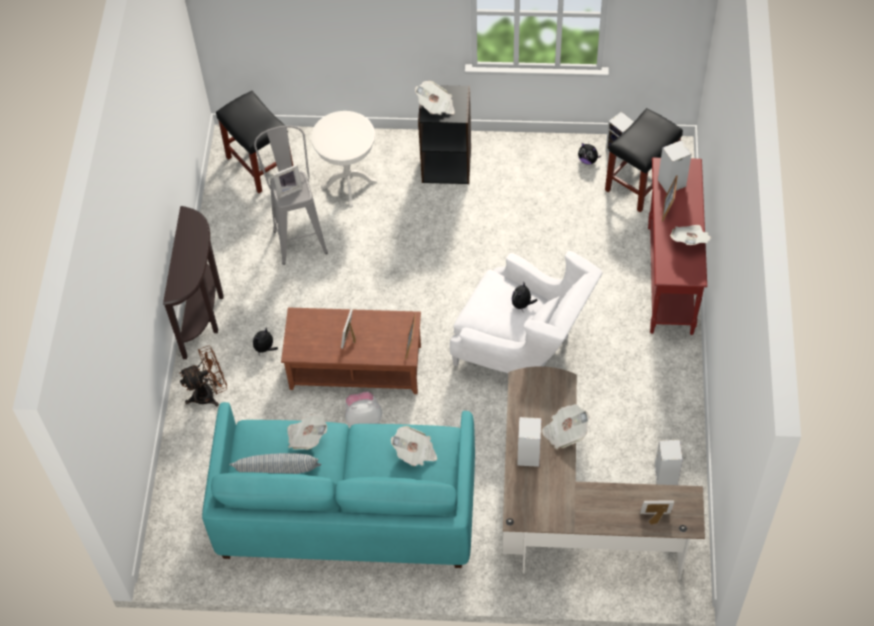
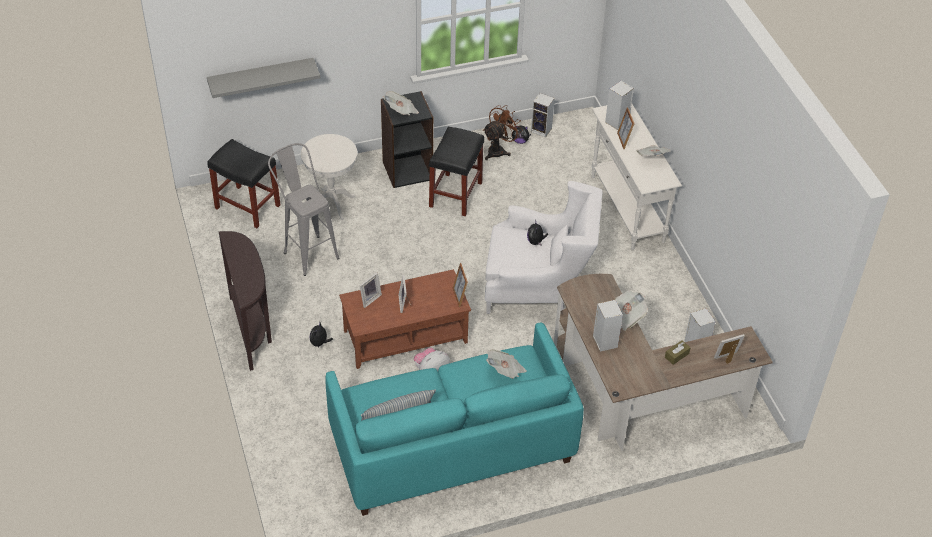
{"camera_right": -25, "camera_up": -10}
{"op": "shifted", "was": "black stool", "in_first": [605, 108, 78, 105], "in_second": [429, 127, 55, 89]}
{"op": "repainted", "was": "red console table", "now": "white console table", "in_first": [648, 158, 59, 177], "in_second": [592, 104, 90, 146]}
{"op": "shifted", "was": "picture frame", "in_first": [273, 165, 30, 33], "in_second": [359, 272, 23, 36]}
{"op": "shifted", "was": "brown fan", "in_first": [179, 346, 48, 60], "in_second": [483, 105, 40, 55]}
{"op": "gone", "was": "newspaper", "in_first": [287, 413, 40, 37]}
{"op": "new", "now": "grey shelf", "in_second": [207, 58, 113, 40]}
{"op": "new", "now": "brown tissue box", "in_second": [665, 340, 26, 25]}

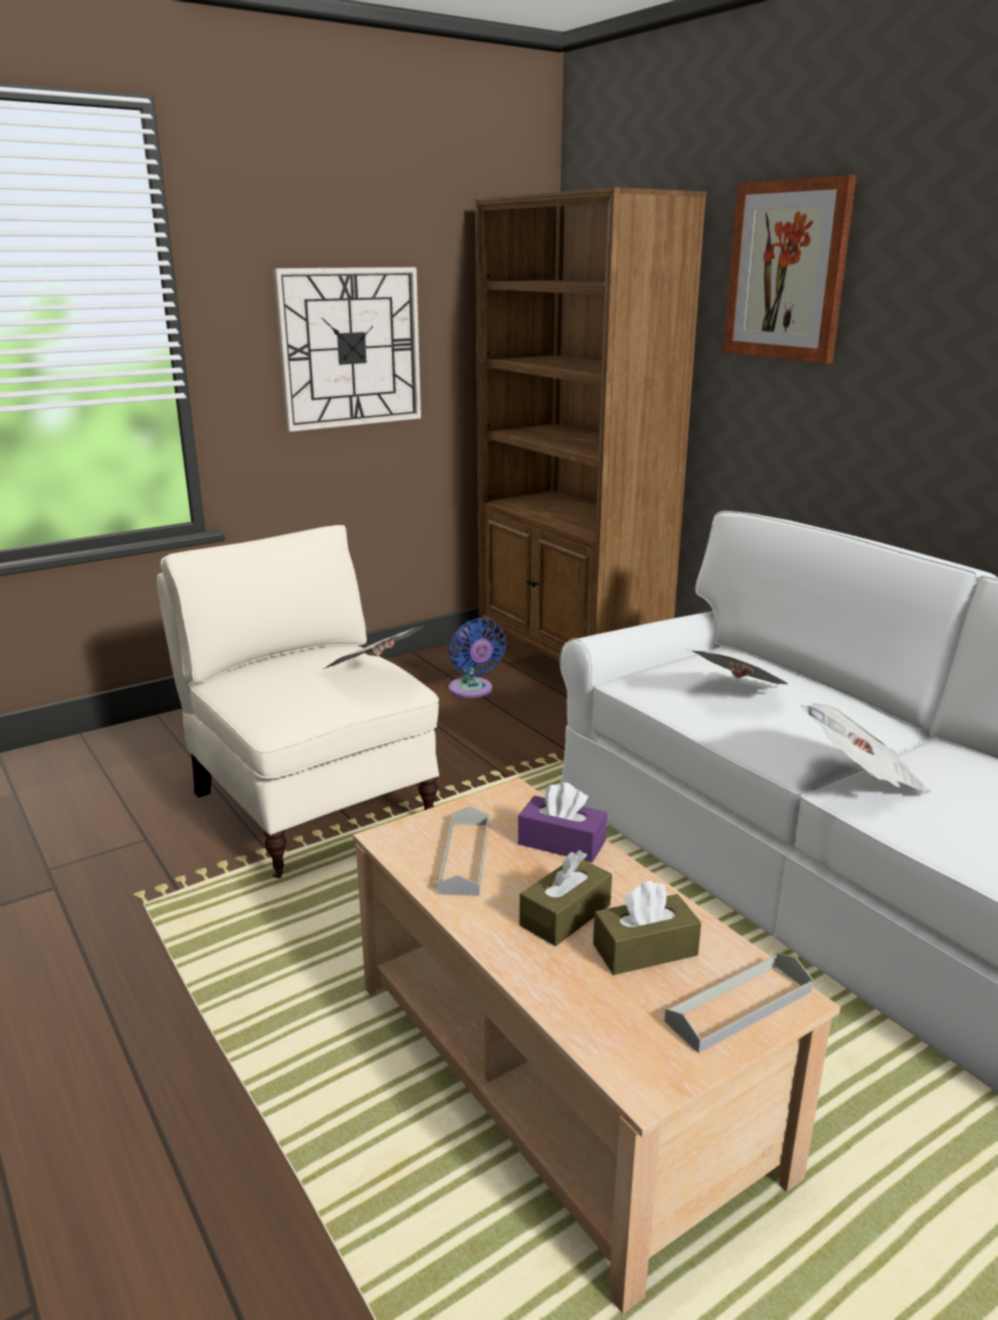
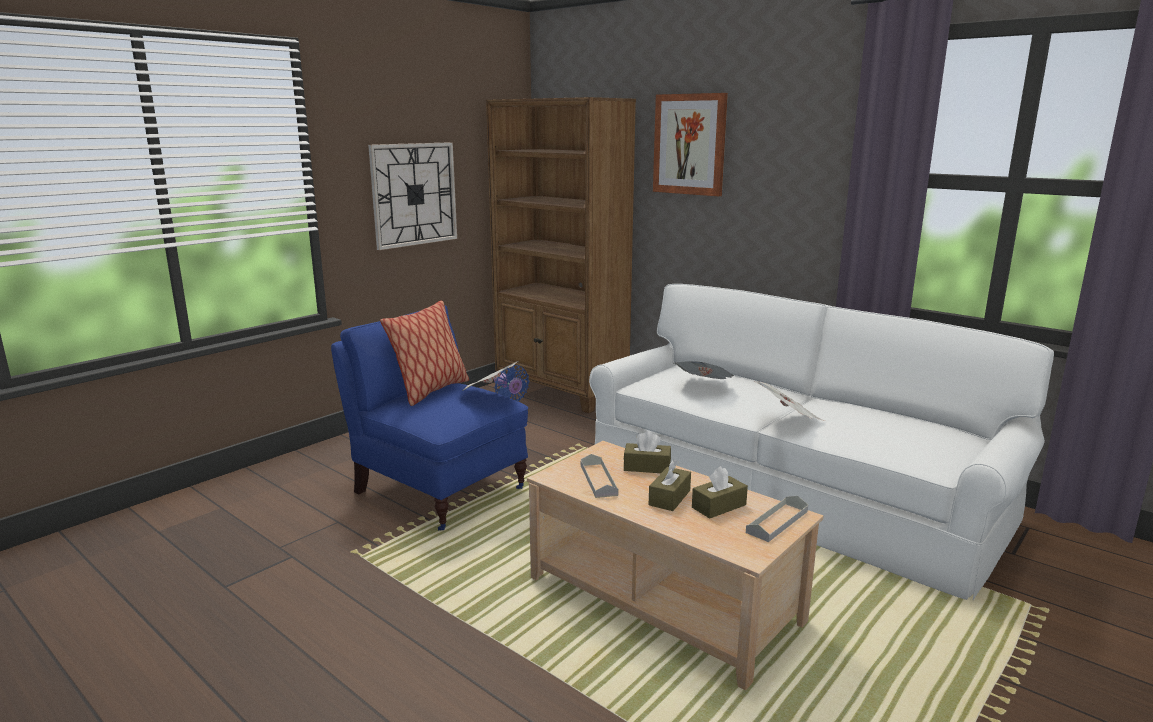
{"camera_right": -15, "camera_up": -5}
{"op": "repainted", "was": "beige armchair", "now": "blue armchair", "in_first": [157, 525, 282, 353], "in_second": [331, 306, 197, 225]}
{"op": "repainted", "was": "purple tissue box", "now": "brown tissue box", "in_first": [518, 782, 89, 80], "in_second": [624, 431, 47, 42]}
{"op": "new", "now": "pillow", "in_second": [380, 301, 89, 105]}

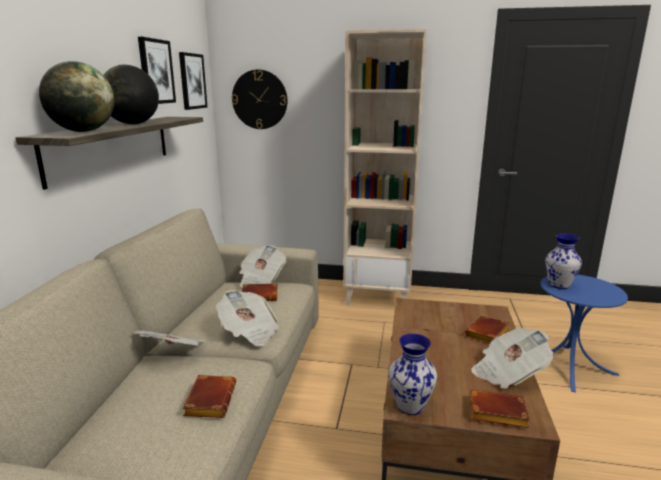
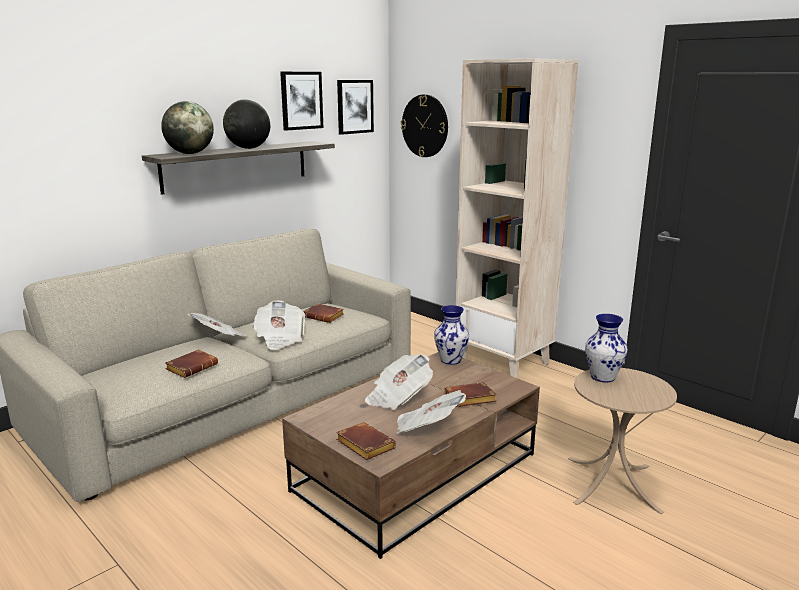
{"camera_right": 35, "camera_up": 0}
{"op": "shifted", "was": "newspaper", "in_first": [239, 245, 47, 42], "in_second": [365, 354, 68, 56]}
{"op": "repainted", "was": "blue side table", "now": "beige side table", "in_first": [541, 275, 87, 117], "in_second": [568, 368, 109, 146]}
{"op": "shifted", "was": "vase", "in_first": [389, 334, 48, 81], "in_second": [434, 305, 35, 60]}

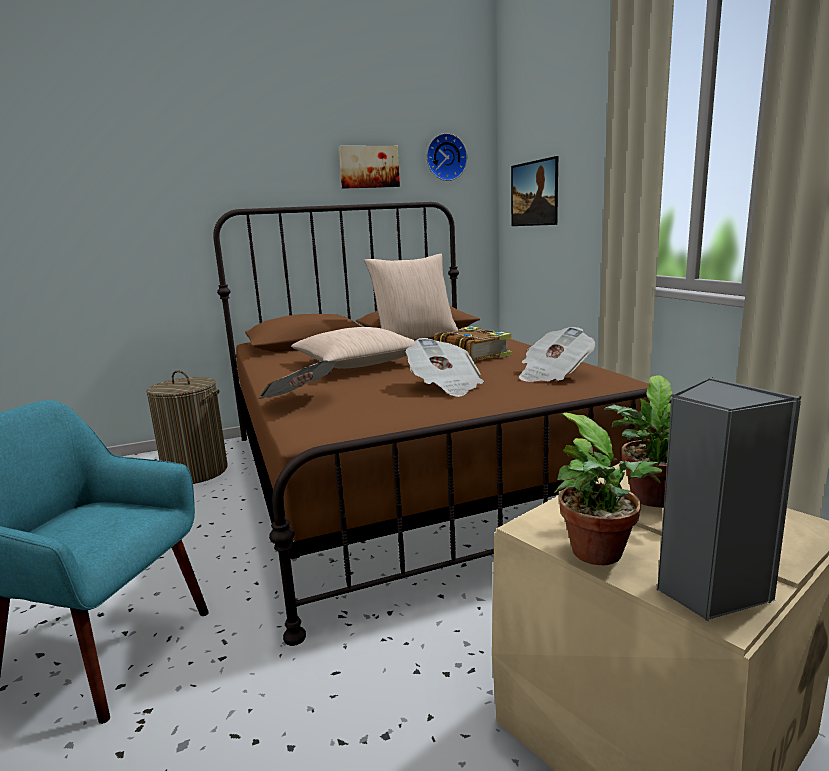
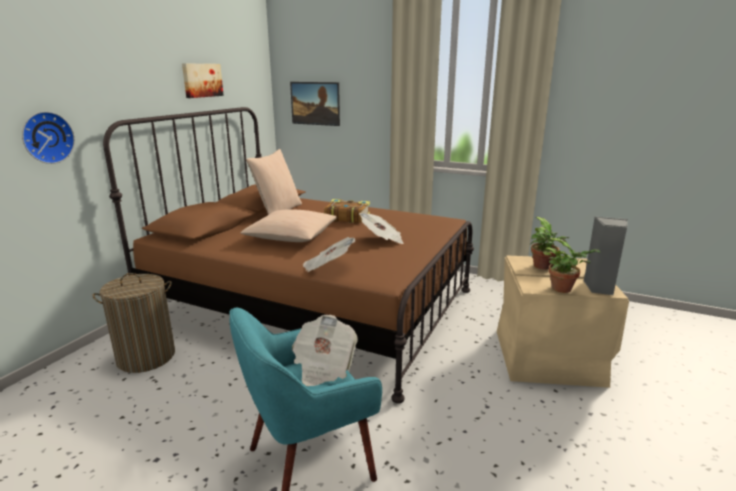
{"camera_right": -45, "camera_up": 5}
{"op": "shifted", "was": "wall clock", "in_first": [426, 133, 41, 48], "in_second": [22, 111, 53, 53]}
{"op": "shifted", "was": "newspaper", "in_first": [519, 327, 76, 55], "in_second": [292, 315, 66, 71]}

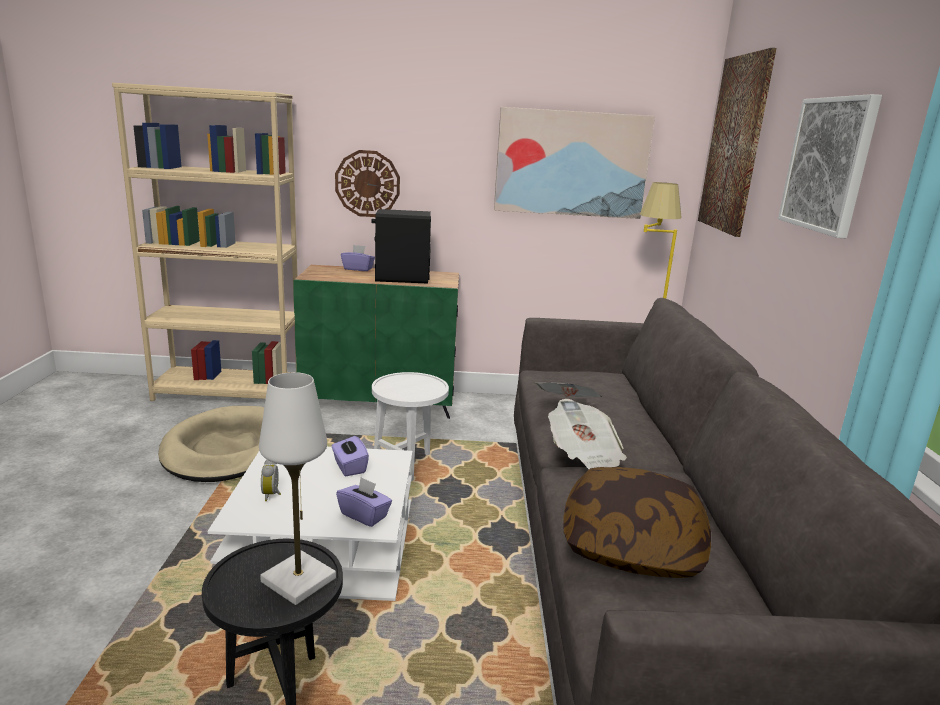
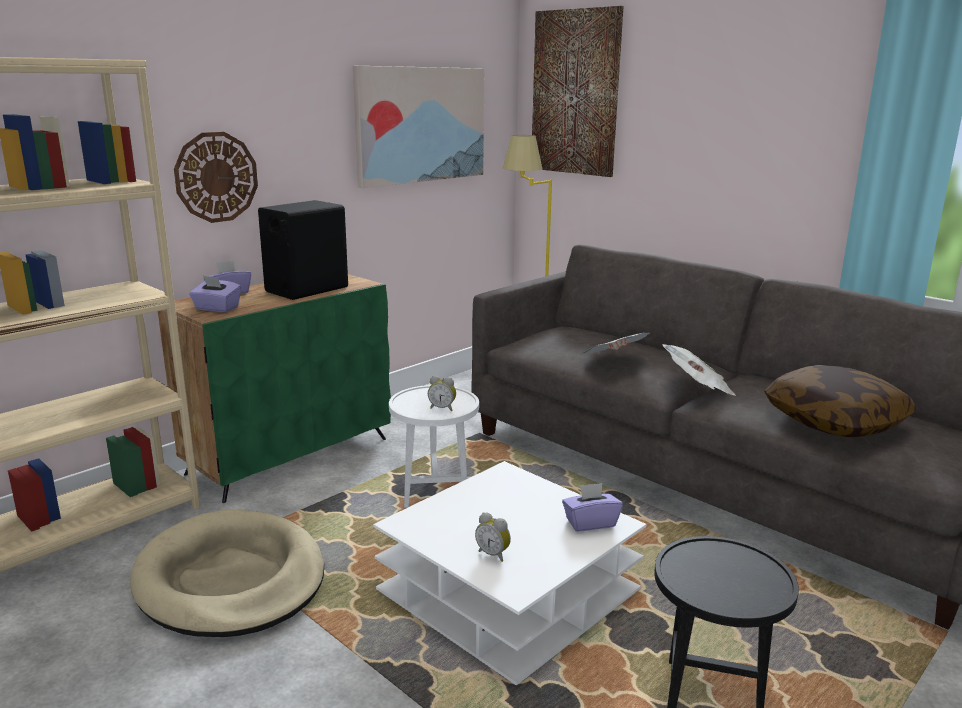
{"camera_right": -45, "camera_up": 0}
{"op": "gone", "was": "picture", "in_first": [778, 94, 104, 144]}
{"op": "gone", "was": "white table lamp", "in_first": [259, 372, 77, 233]}
{"op": "shifted", "was": "purple tissue box", "in_first": [331, 434, 38, 42], "in_second": [189, 276, 52, 36]}
{"op": "new", "now": "alarm clock", "in_second": [428, 376, 28, 35]}

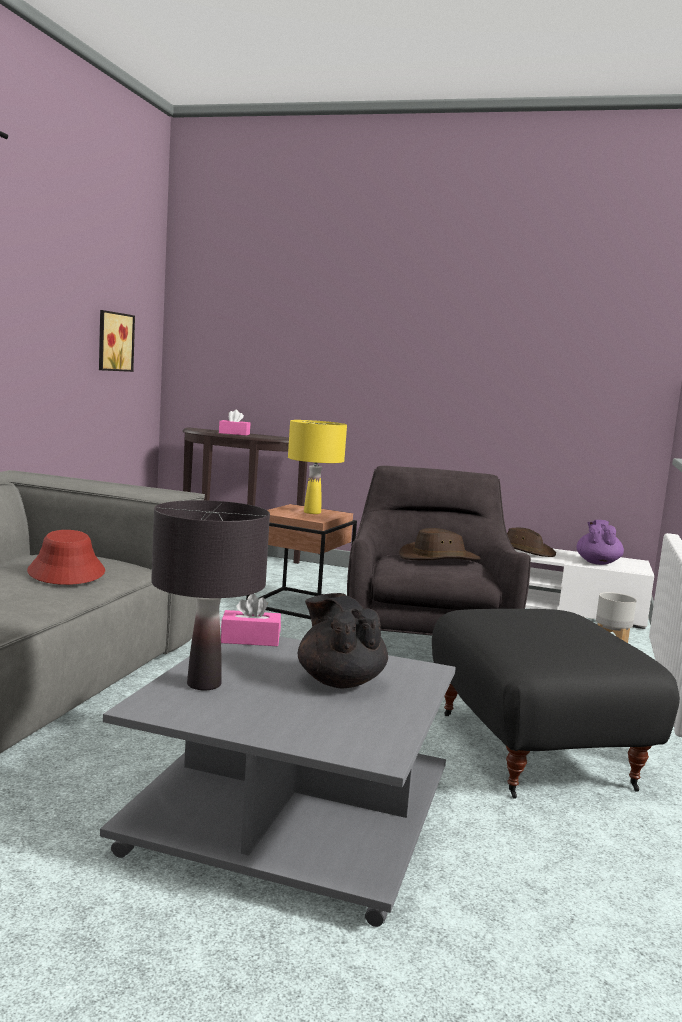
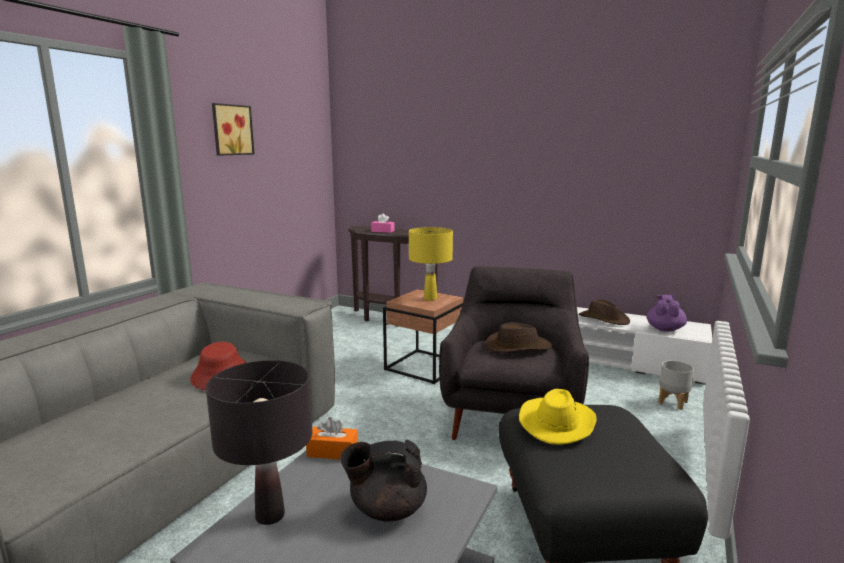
{"camera_right": 10, "camera_up": 5}
{"op": "shifted", "was": "picture", "in_first": [99, 310, 36, 62], "in_second": [212, 103, 43, 53]}
{"op": "rotated", "was": "black teapot", "in_first": [298, 593, 90, 95], "in_second": [340, 440, 87, 81], "clockwise": -75}
{"op": "repainted", "was": "pink tissue box", "now": "orange tissue box", "in_first": [221, 594, 60, 52], "in_second": [306, 417, 52, 43]}
{"op": "new", "now": "yellow hat", "in_second": [519, 389, 78, 56]}

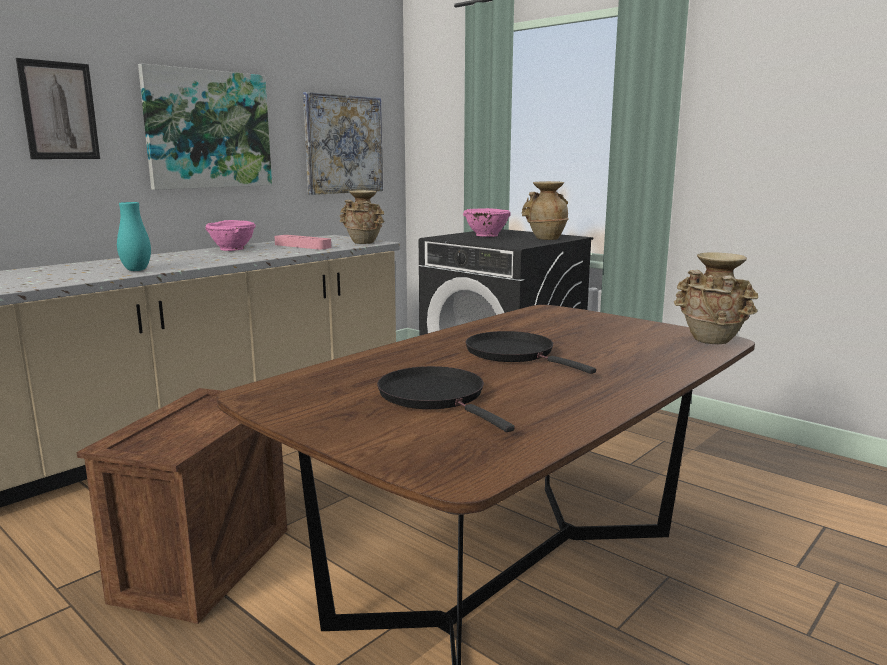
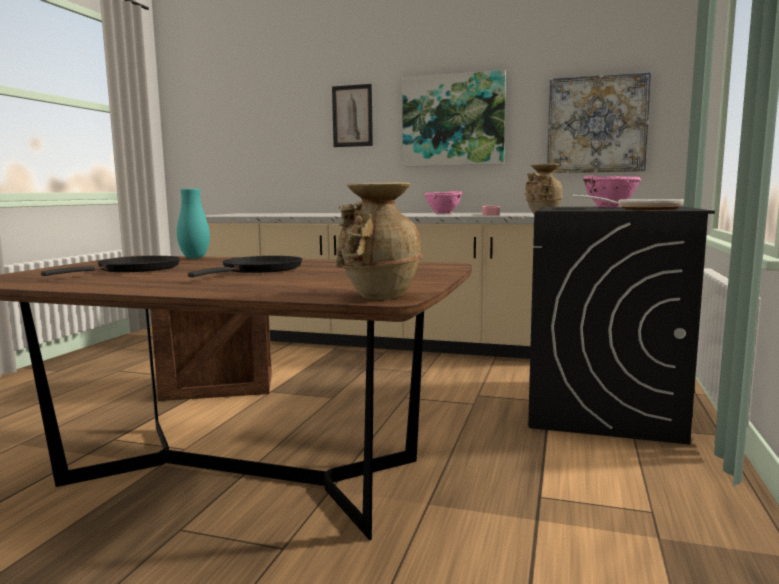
{"camera_right": 65, "camera_up": -5}
{"op": "swapped", "was": "beige vase", "now": "frying pan", "in_first": [522, 181, 47, 59], "in_second": [572, 195, 112, 15]}
{"op": "shifted", "was": "turquoise vase", "in_first": [117, 202, 34, 69], "in_second": [177, 189, 33, 69]}

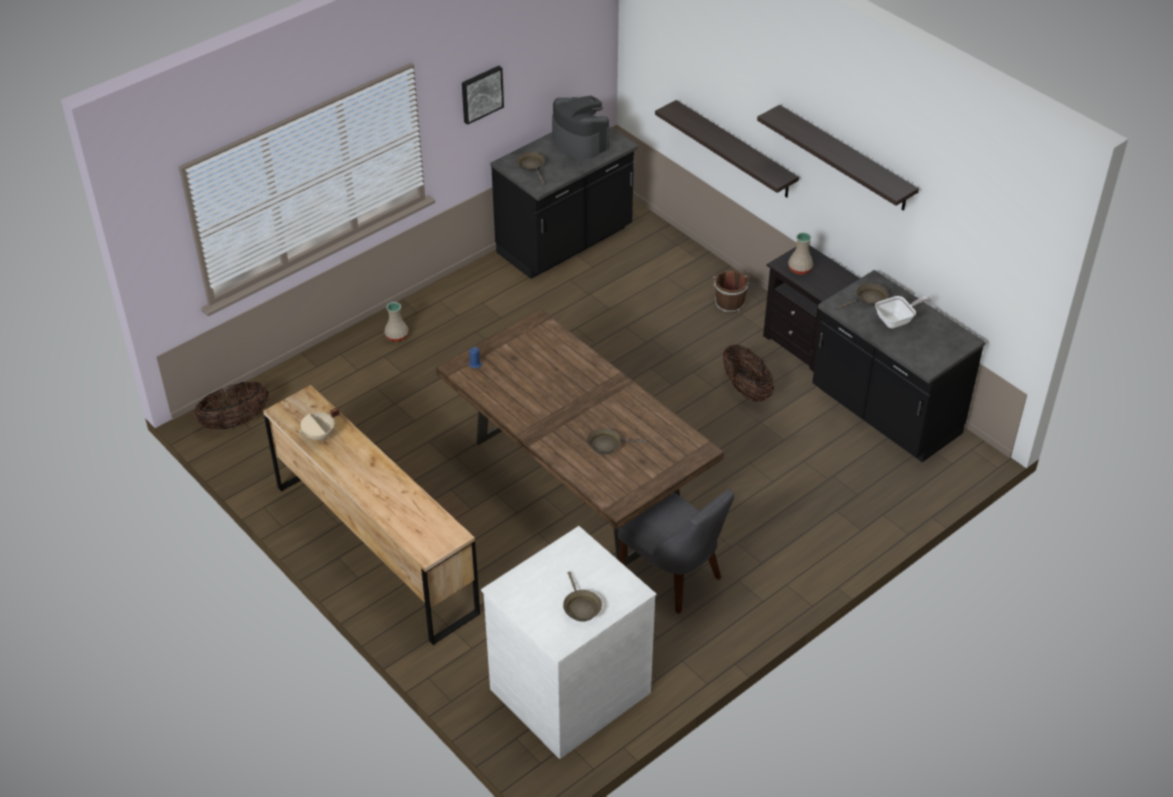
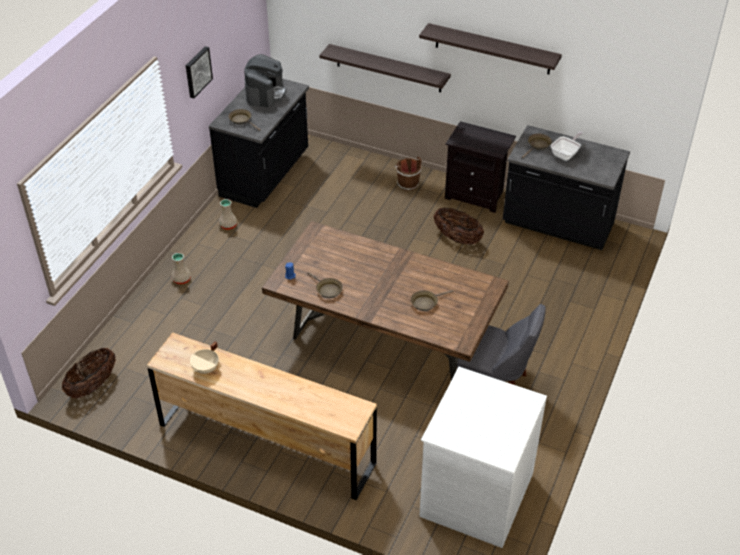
{"camera_right": -25, "camera_up": 0}
{"op": "rotated", "was": "coffee machine", "in_first": [552, 96, 58, 63], "in_second": [244, 54, 42, 54], "clockwise": 75}
{"op": "shifted", "was": "beige vase", "in_first": [788, 232, 25, 42], "in_second": [219, 199, 18, 31]}
{"op": "shifted", "was": "brown frying pan", "in_first": [563, 571, 39, 51], "in_second": [308, 272, 35, 26]}

